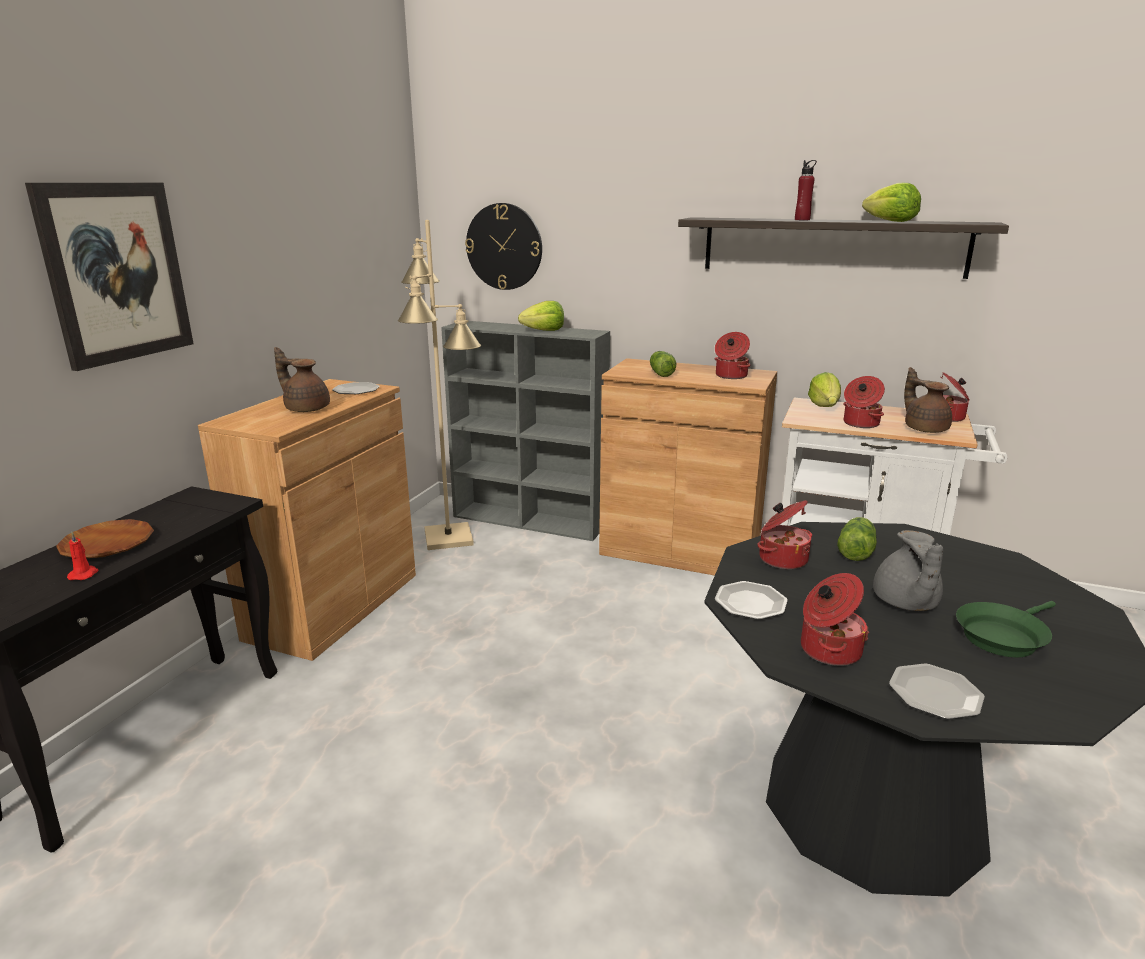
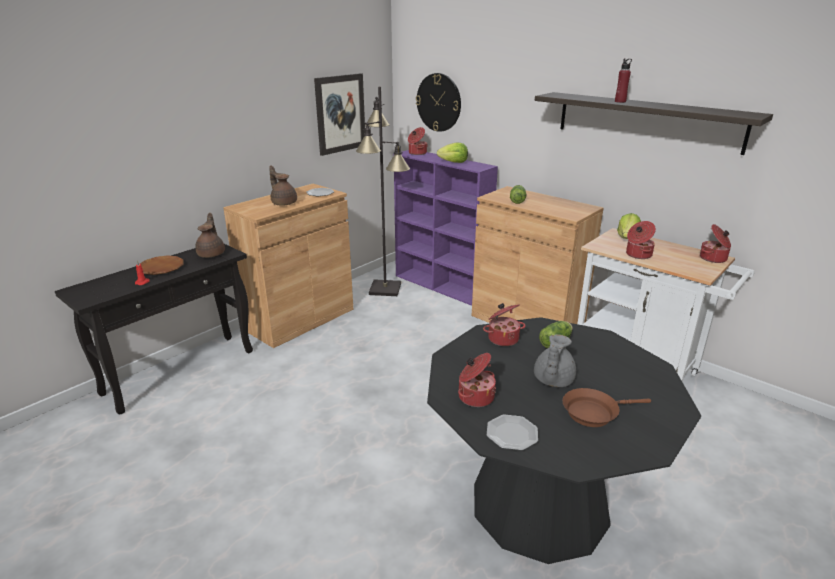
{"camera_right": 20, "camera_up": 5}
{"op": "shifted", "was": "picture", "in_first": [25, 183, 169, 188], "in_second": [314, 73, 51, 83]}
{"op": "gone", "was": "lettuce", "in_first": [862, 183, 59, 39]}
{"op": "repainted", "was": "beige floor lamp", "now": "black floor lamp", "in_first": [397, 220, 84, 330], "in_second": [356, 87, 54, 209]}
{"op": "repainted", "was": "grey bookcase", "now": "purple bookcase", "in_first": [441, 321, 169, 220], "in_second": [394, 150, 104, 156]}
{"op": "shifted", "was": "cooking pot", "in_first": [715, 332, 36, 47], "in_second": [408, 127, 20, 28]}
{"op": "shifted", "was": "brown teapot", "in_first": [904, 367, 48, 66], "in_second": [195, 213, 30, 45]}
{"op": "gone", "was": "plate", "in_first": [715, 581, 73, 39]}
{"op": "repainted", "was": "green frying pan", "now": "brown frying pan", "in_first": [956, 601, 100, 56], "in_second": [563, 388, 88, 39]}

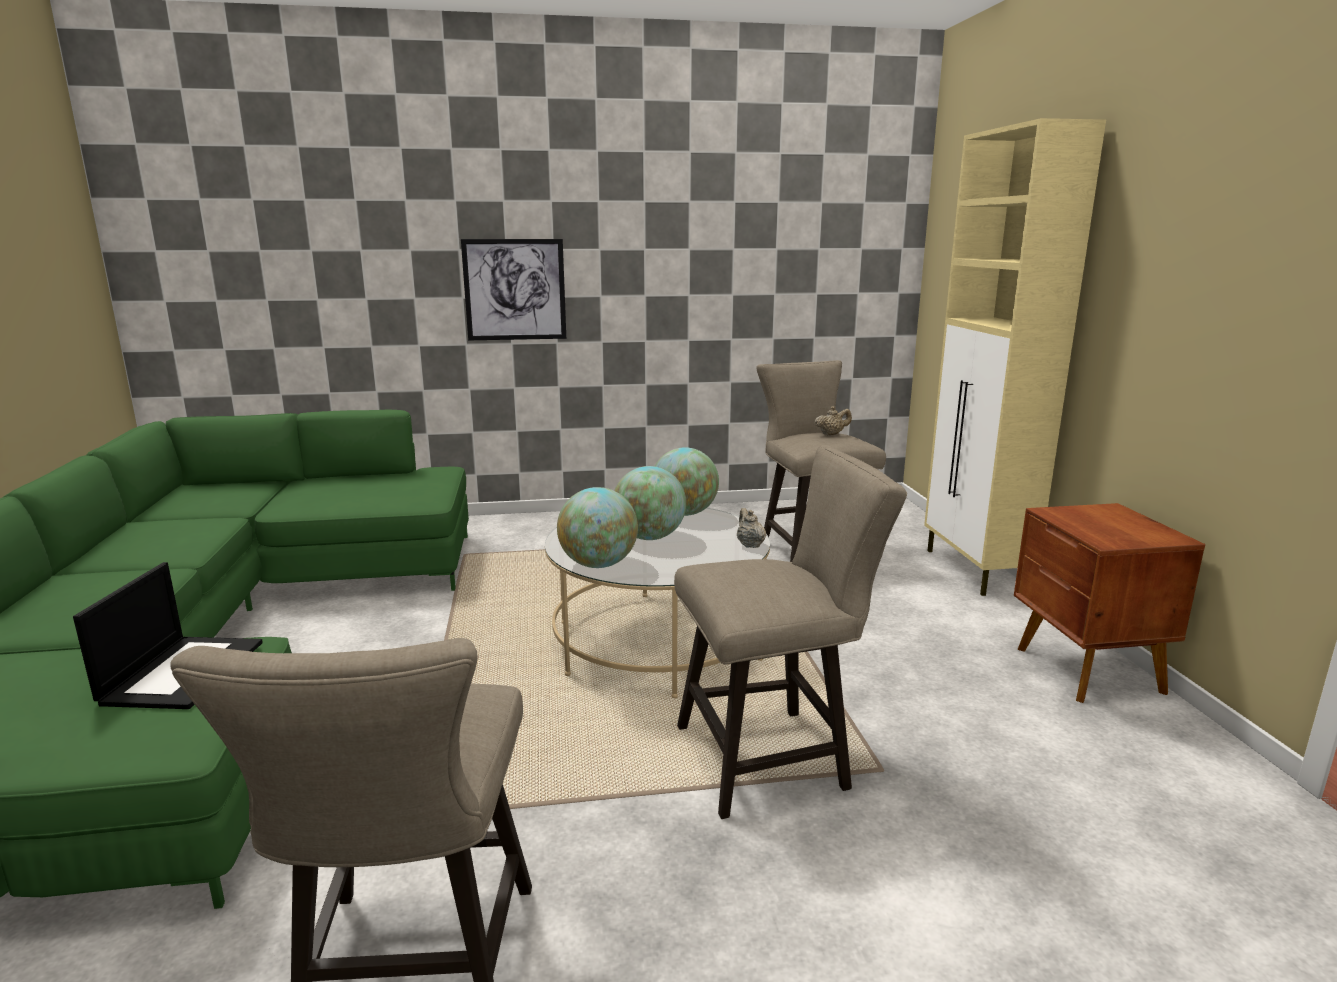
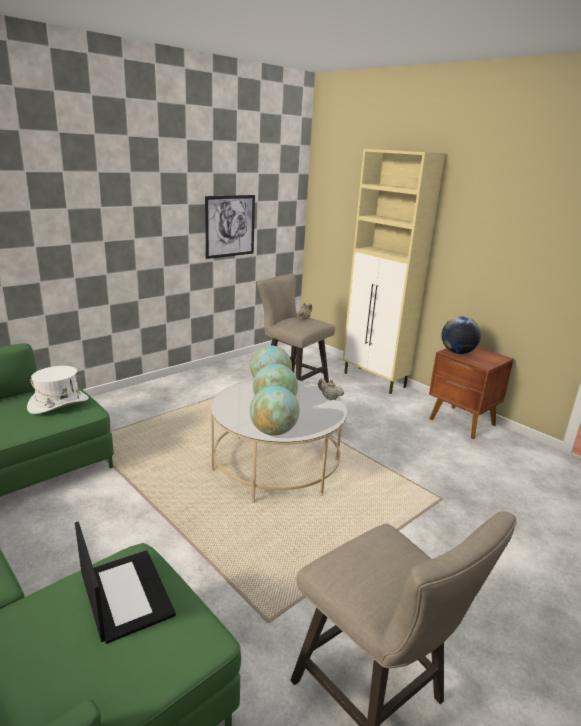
{"camera_right": -35, "camera_up": 5}
{"op": "shifted", "was": "picture", "in_first": [461, 239, 105, 101], "in_second": [205, 195, 50, 64]}
{"op": "gone", "was": "beige stool", "in_first": [674, 445, 233, 374]}
{"op": "new", "now": "globe", "in_second": [441, 316, 40, 38]}
{"op": "new", "now": "white hat", "in_second": [27, 366, 62, 48]}

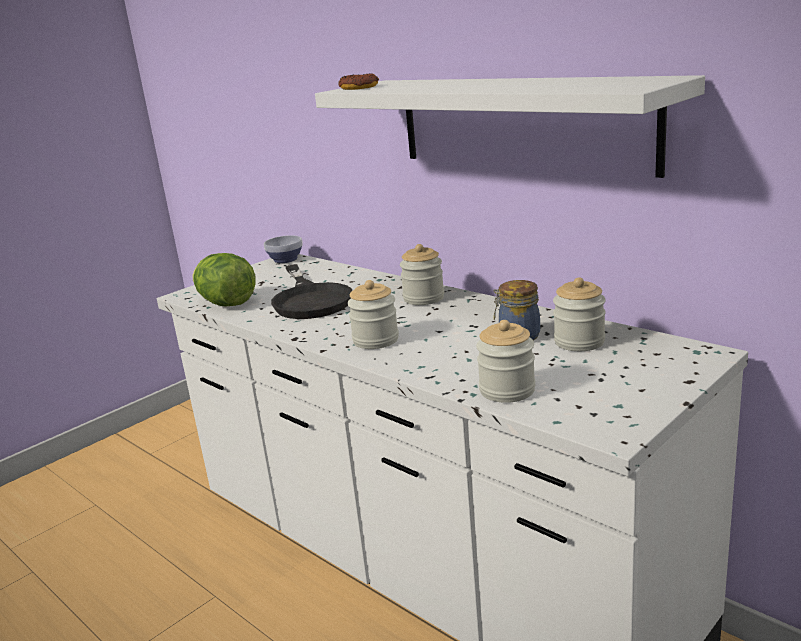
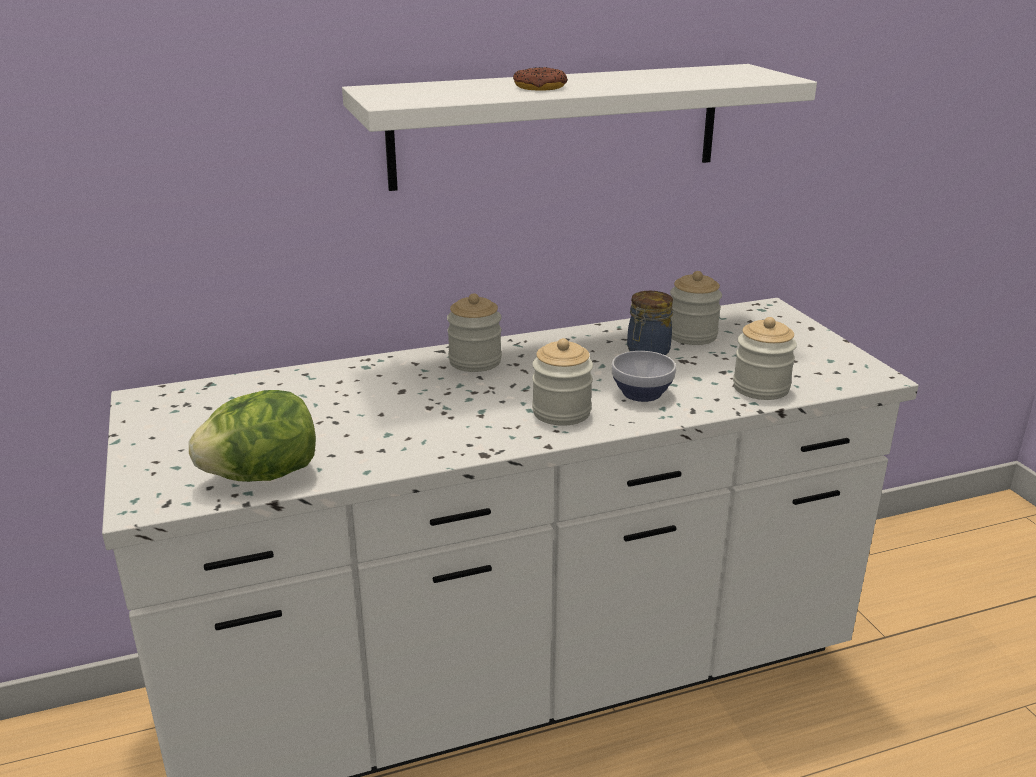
{"camera_right": -65, "camera_up": 5}
{"op": "shifted", "was": "donut", "in_first": [338, 73, 41, 17], "in_second": [513, 67, 55, 24]}
{"op": "shifted", "was": "bowl", "in_first": [264, 235, 39, 28], "in_second": [611, 351, 65, 51]}
{"op": "gone", "was": "black frying pan", "in_first": [271, 264, 81, 55]}

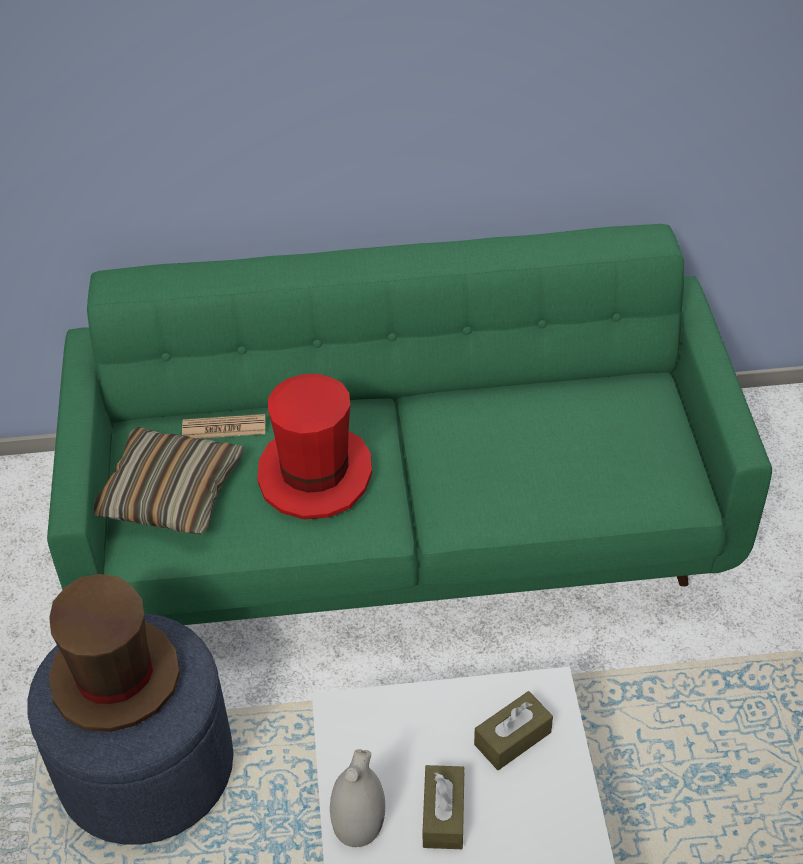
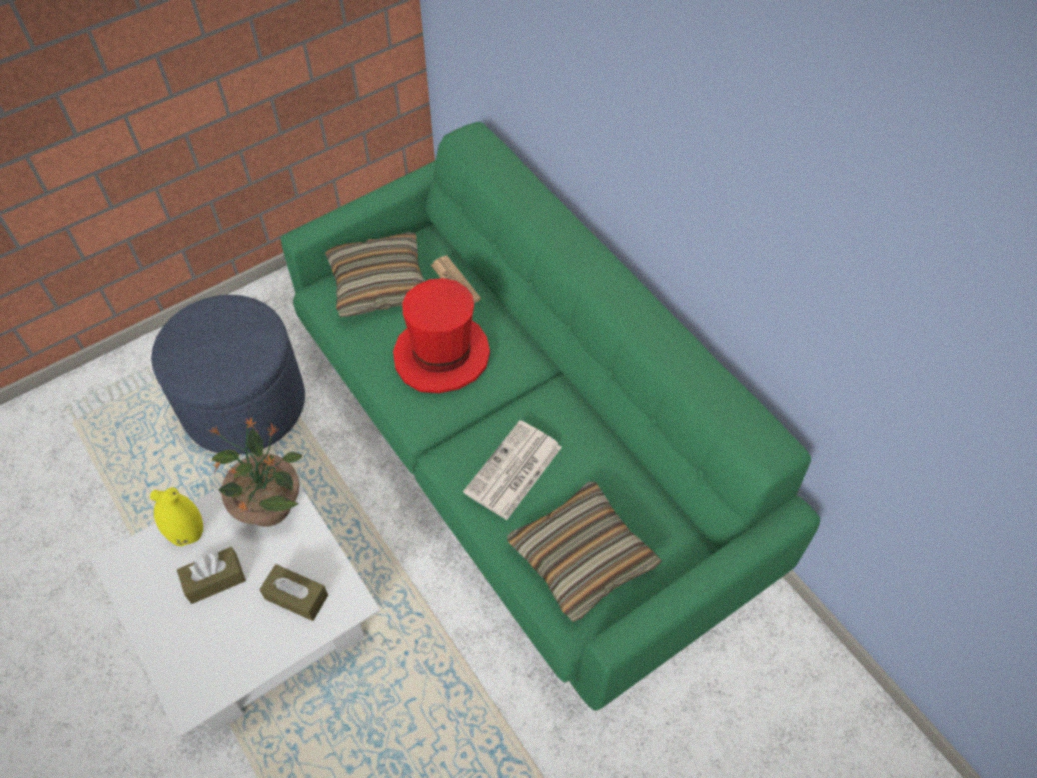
{"camera_right": 60, "camera_up": 10}
{"op": "gone", "was": "brown hat", "in_first": [49, 574, 131, 158]}
{"op": "repainted", "was": "white vase", "now": "yellow vase", "in_first": [330, 749, 55, 98], "in_second": [150, 487, 53, 59]}
{"op": "new", "now": "potted plant", "in_second": [209, 417, 94, 110]}
{"op": "new", "now": "newspaper", "in_second": [463, 420, 99, 100]}
{"op": "new", "now": "pillow", "in_second": [507, 482, 155, 140]}

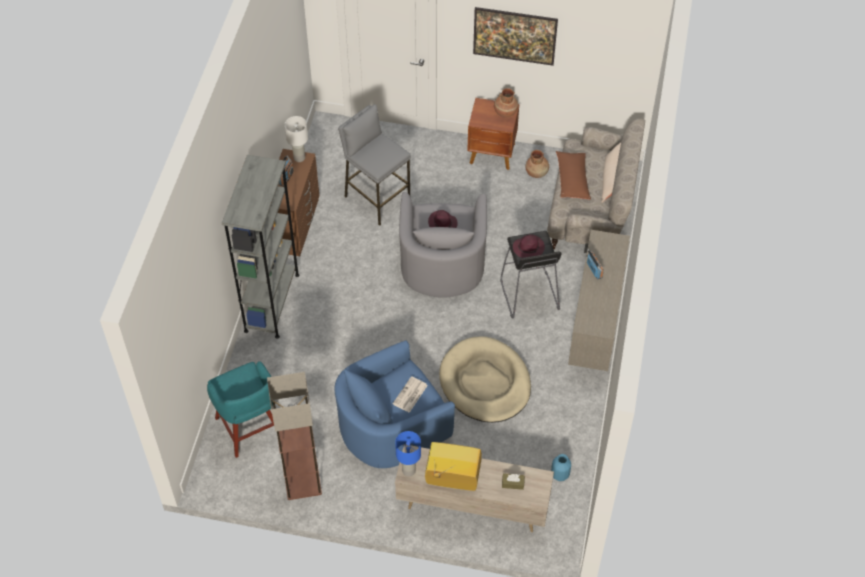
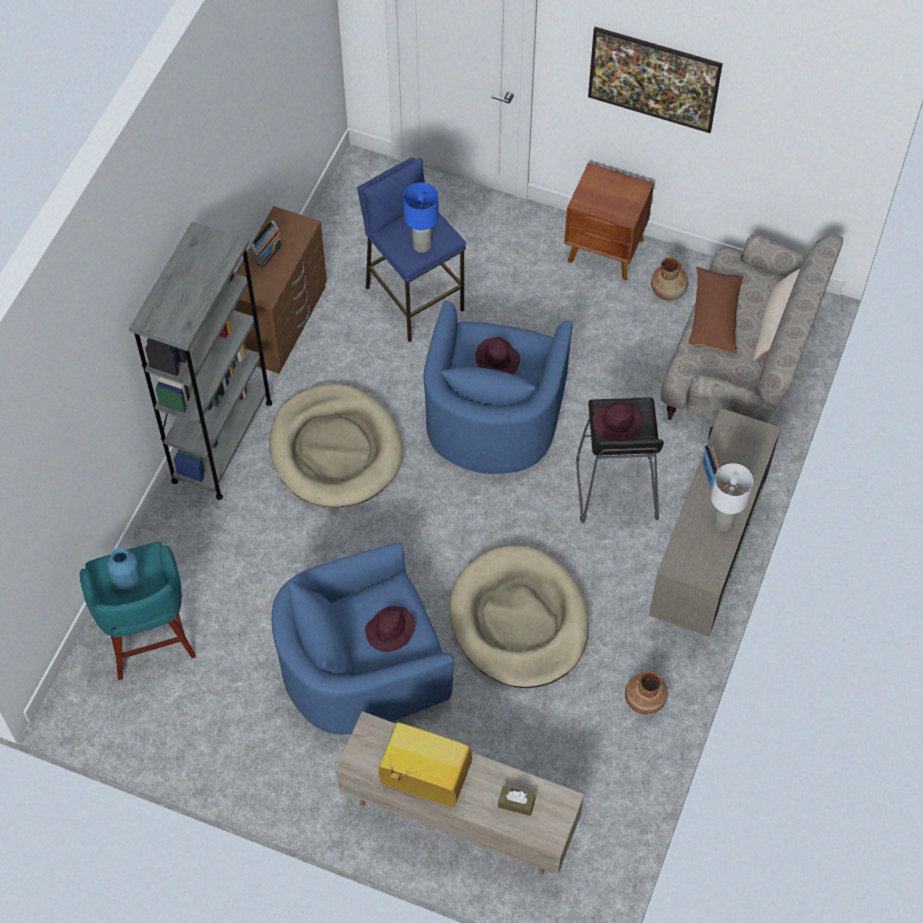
{"camera_right": 10, "camera_up": 5}
{"op": "shifted", "was": "brown vase", "in_first": [494, 88, 24, 29], "in_second": [625, 672, 43, 42]}
{"op": "repainted", "was": "grey stool", "now": "blue stool", "in_first": [338, 104, 73, 122], "in_second": [357, 157, 109, 185]}
{"op": "shifted", "was": "white table lamp", "in_first": [285, 116, 23, 46], "in_second": [711, 463, 42, 68]}
{"op": "repainted", "was": "grey armchair", "now": "blue armchair", "in_first": [399, 192, 88, 106], "in_second": [423, 301, 150, 173]}
{"op": "gone", "was": "floor lamp", "in_first": [267, 372, 55, 128]}
{"op": "swapped", "was": "newspaper", "now": "purple hat", "in_first": [393, 376, 35, 37], "in_second": [365, 606, 51, 46]}
{"op": "shifted", "was": "blue table lamp", "in_first": [395, 431, 26, 45], "in_second": [403, 183, 36, 70]}
{"op": "shifted", "was": "blue vase", "in_first": [551, 454, 20, 27], "in_second": [107, 548, 34, 42]}
{"op": "new", "now": "beige dog bed", "in_second": [269, 384, 134, 123]}

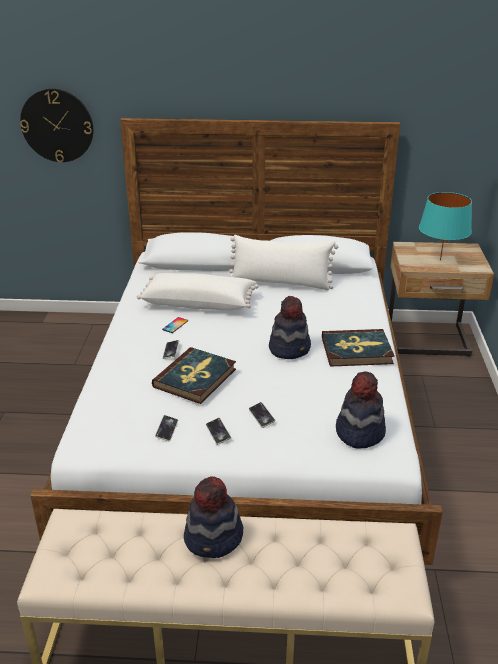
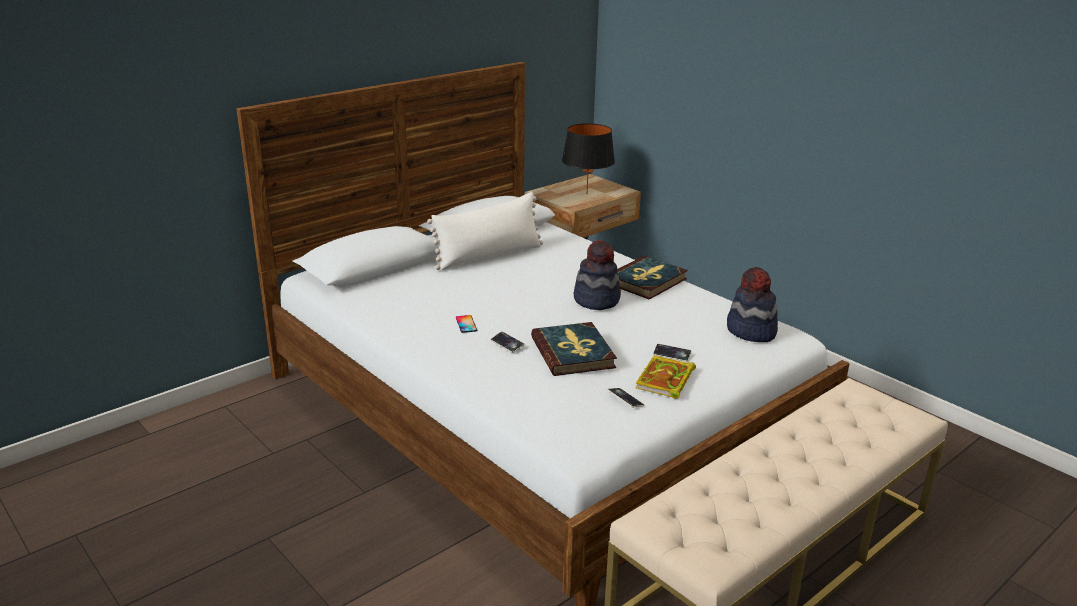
{"camera_right": -45, "camera_up": -5}
{"op": "gone", "was": "wall clock", "in_first": [20, 89, 73, 73]}
{"op": "repainted", "was": "turquoise table lamp", "now": "black table lamp", "in_first": [419, 192, 53, 68], "in_second": [562, 123, 53, 70]}
{"op": "gone", "was": "white pillow", "in_first": [137, 273, 122, 37]}
{"op": "swapped", "was": "phone", "now": "book", "in_first": [206, 418, 25, 27], "in_second": [636, 356, 60, 43]}
{"op": "gone", "was": "hat", "in_first": [184, 476, 59, 82]}

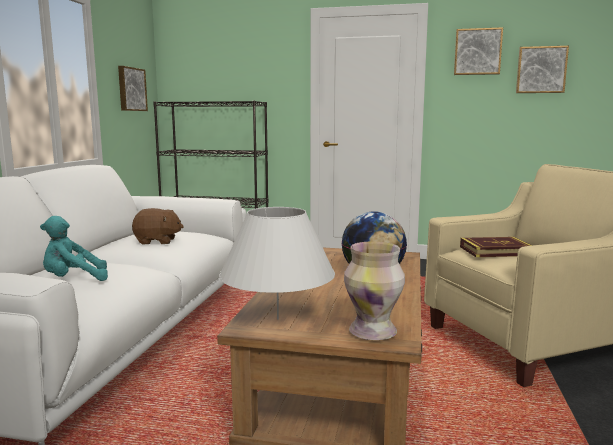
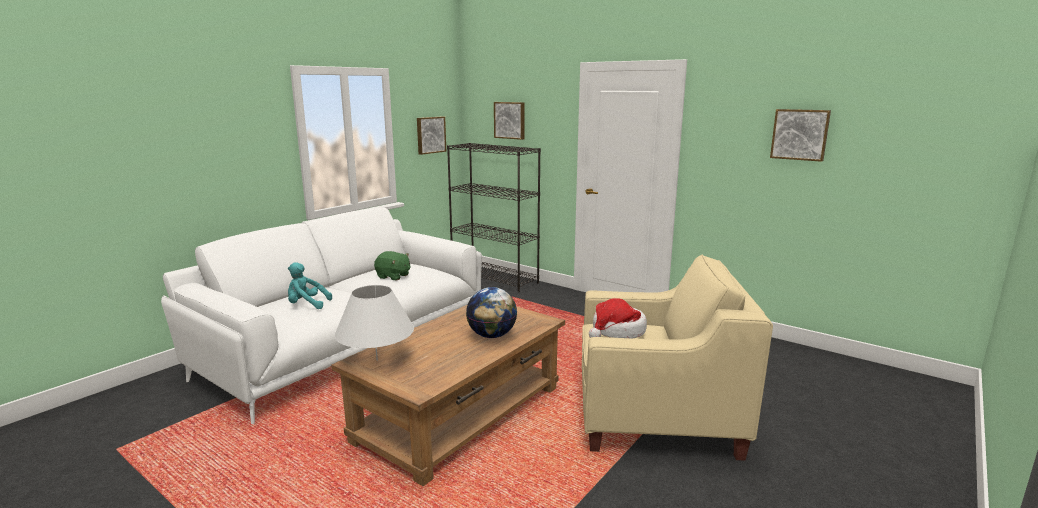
{"camera_right": 25, "camera_up": 5}
{"op": "shifted", "was": "picture", "in_first": [454, 27, 49, 48], "in_second": [494, 102, 30, 38]}
{"op": "repainted", "was": "brown plush toy", "now": "green plush toy", "in_first": [132, 208, 52, 36], "in_second": [374, 251, 36, 29]}
{"op": "swapped", "was": "book", "now": "hat", "in_first": [460, 237, 72, 20], "in_second": [589, 298, 58, 41]}
{"op": "gone", "was": "vase", "in_first": [344, 242, 61, 98]}

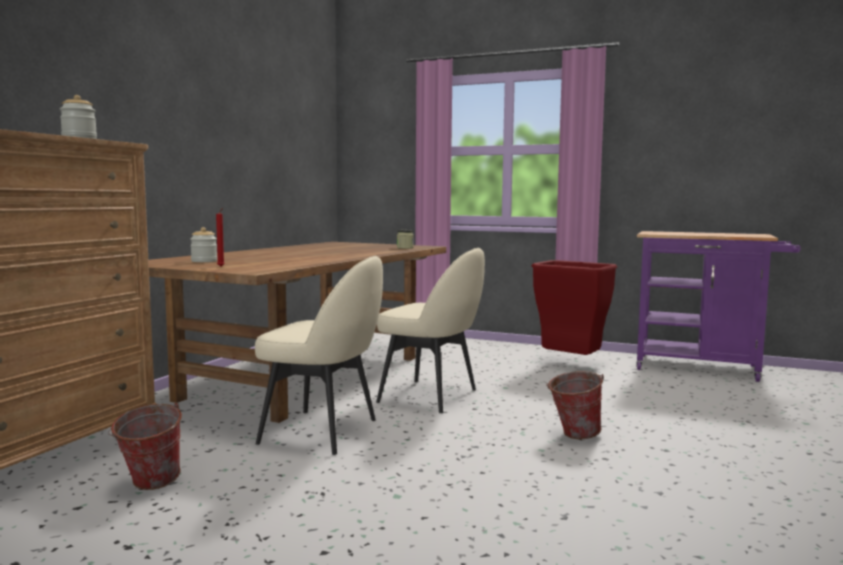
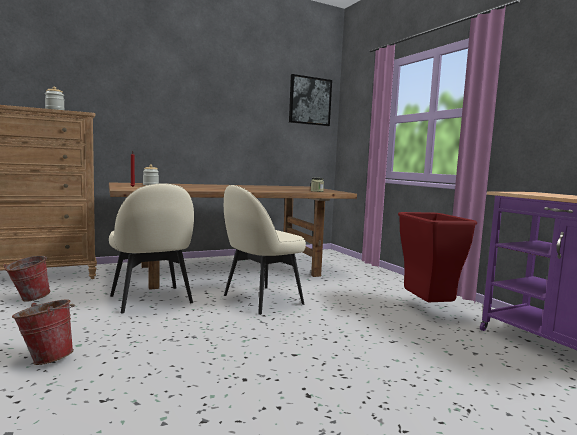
{"camera_right": 40, "camera_up": 0}
{"op": "rotated", "was": "beige chair", "in_first": [376, 248, 109, 165], "in_second": [224, 185, 82, 130], "clockwise": 75}
{"op": "shifted", "was": "bucket", "in_first": [546, 371, 58, 68], "in_second": [12, 299, 63, 66]}
{"op": "new", "now": "picture", "in_second": [289, 74, 43, 52]}

